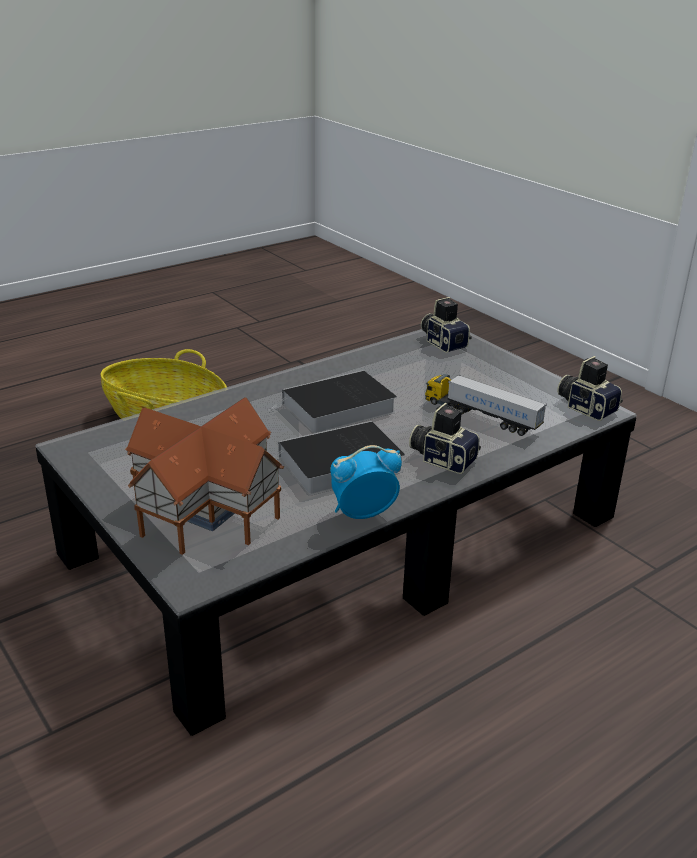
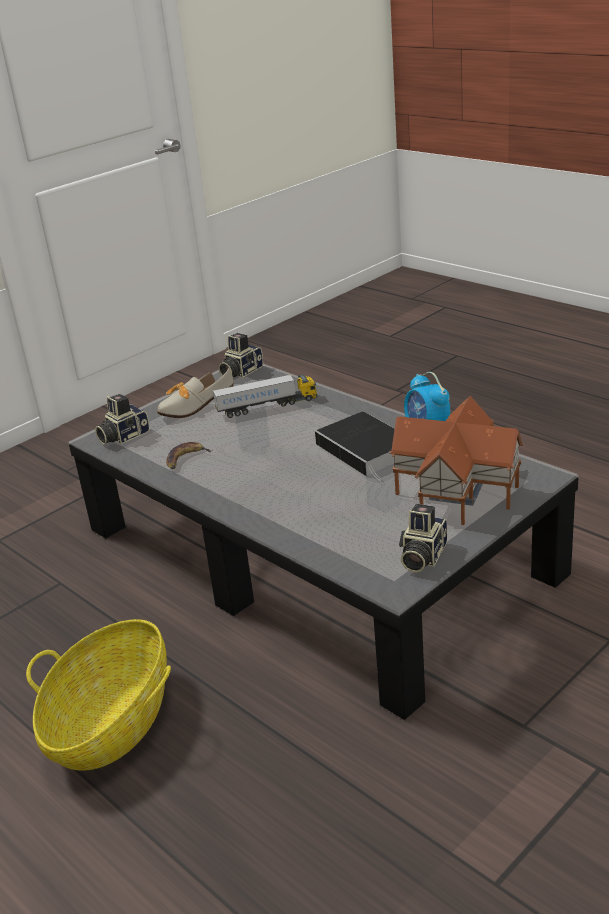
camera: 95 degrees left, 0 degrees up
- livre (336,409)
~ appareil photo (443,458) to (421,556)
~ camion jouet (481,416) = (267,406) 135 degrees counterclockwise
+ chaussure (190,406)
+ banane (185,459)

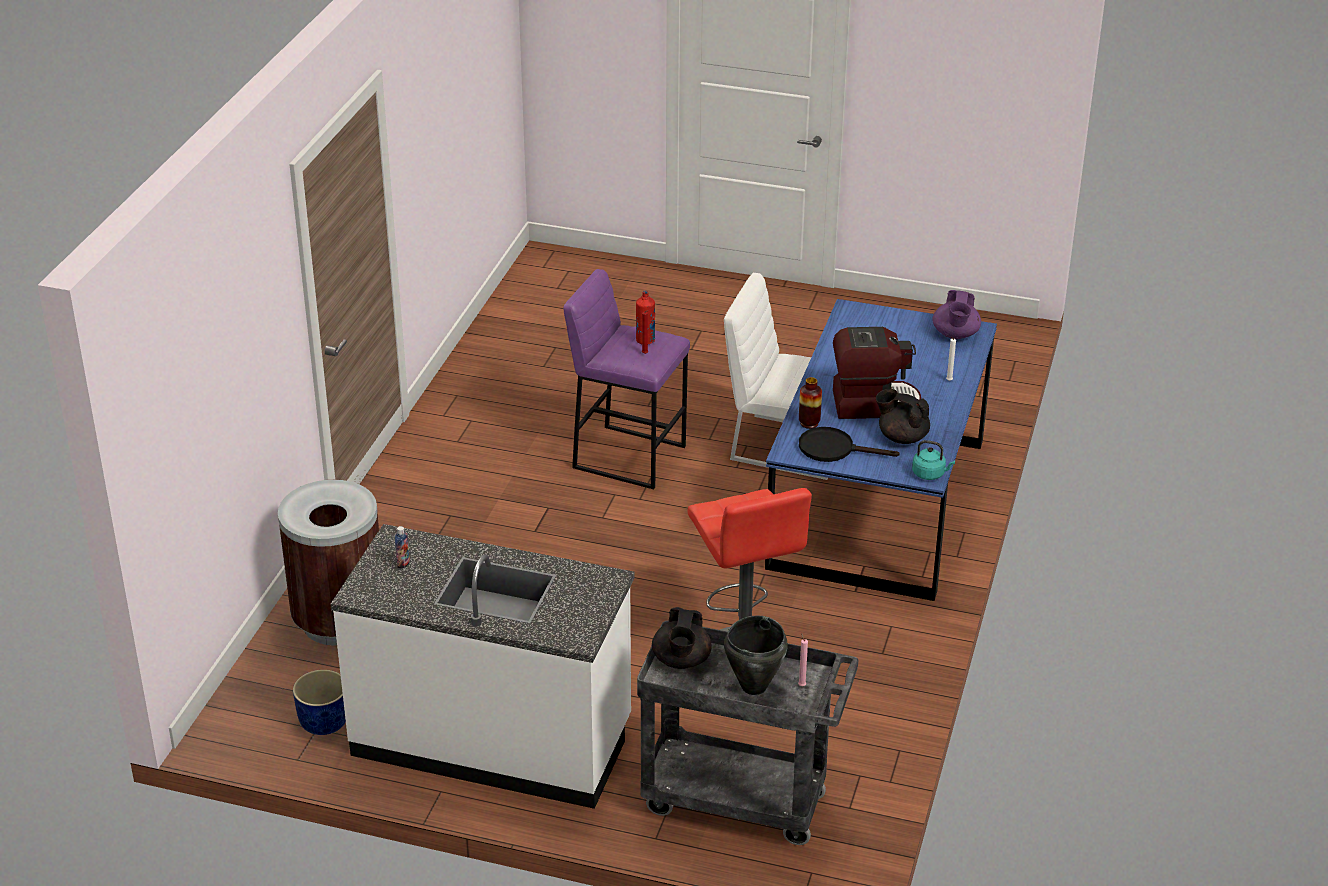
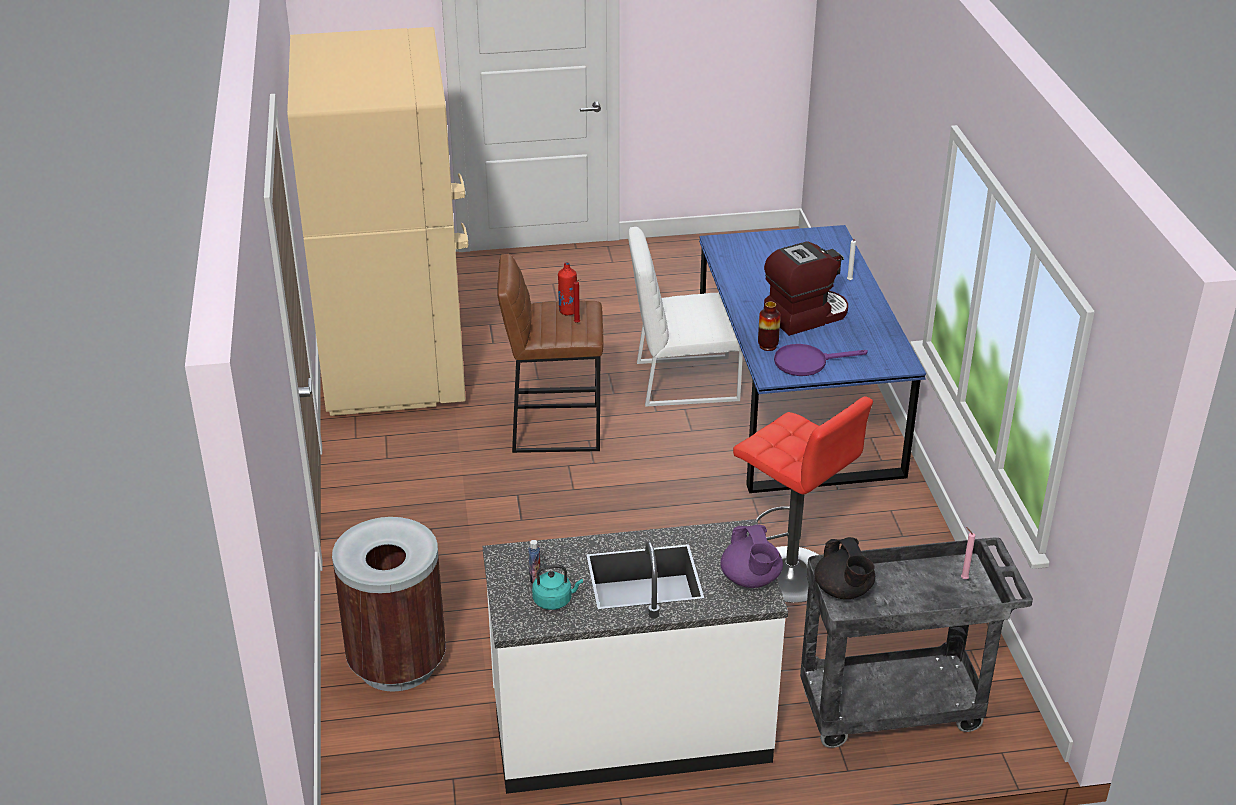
camera: 25 degrees left, 0 degrees up
- cache-pot [bleu] (323,722)
~ tabouret [violet] (627,456) to tabouret [marron] (554,428)
- marmite [noir] (753,686)
~ poêle [noir] (834,449) to poêle [violet] (807,362)
- théière [noir] (902,437)
~ bouilloire [turquoise] (930,474) to (554,600)
~ théière [violet] (955,335) to (751,579)
+ réfrigérateur [beige] (394,364)

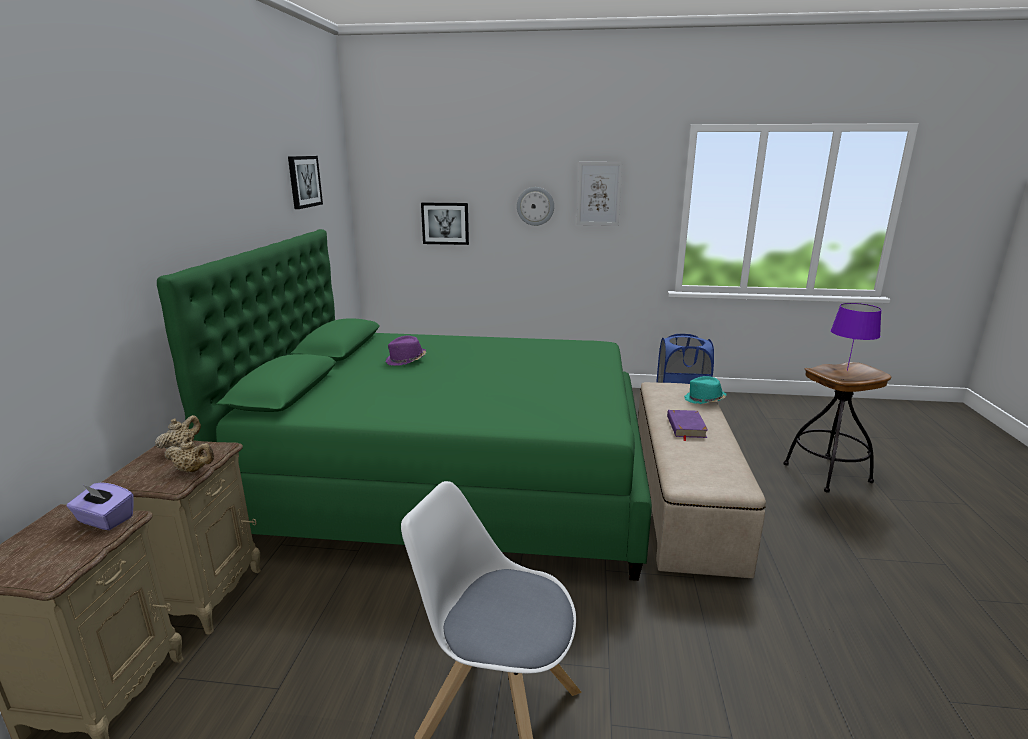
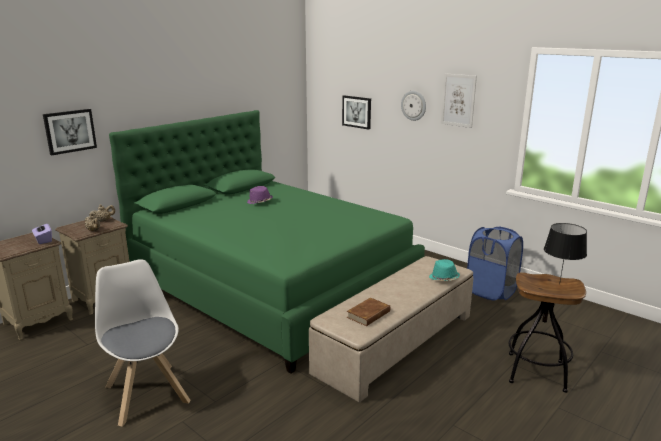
camera: 35 degrees right, 0 degrees up
~ tableau (304,181) to (70,131)
- livre [violet] (686,427)
~ lampe de table [violet] (846,370) to lampe de table [noir] (559,284)
+ livre [marron] (369,314)

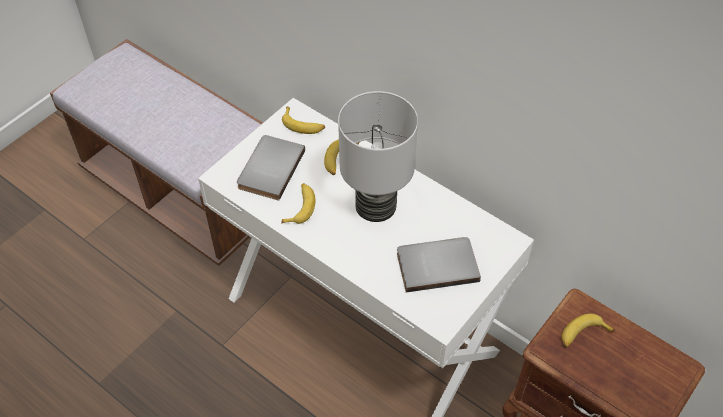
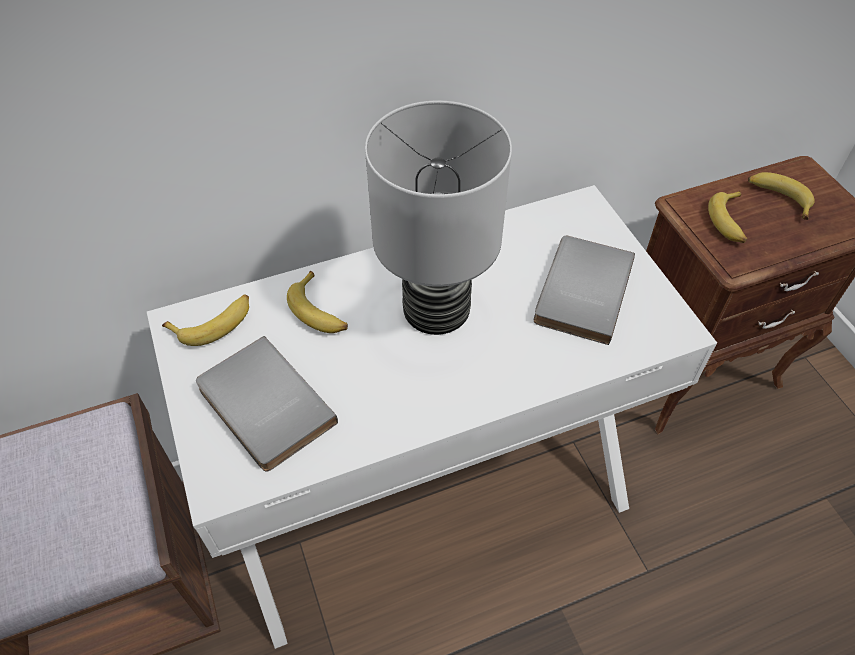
camera: 60 degrees left, 0 degrees up
~ banane (300,207) to (778,198)

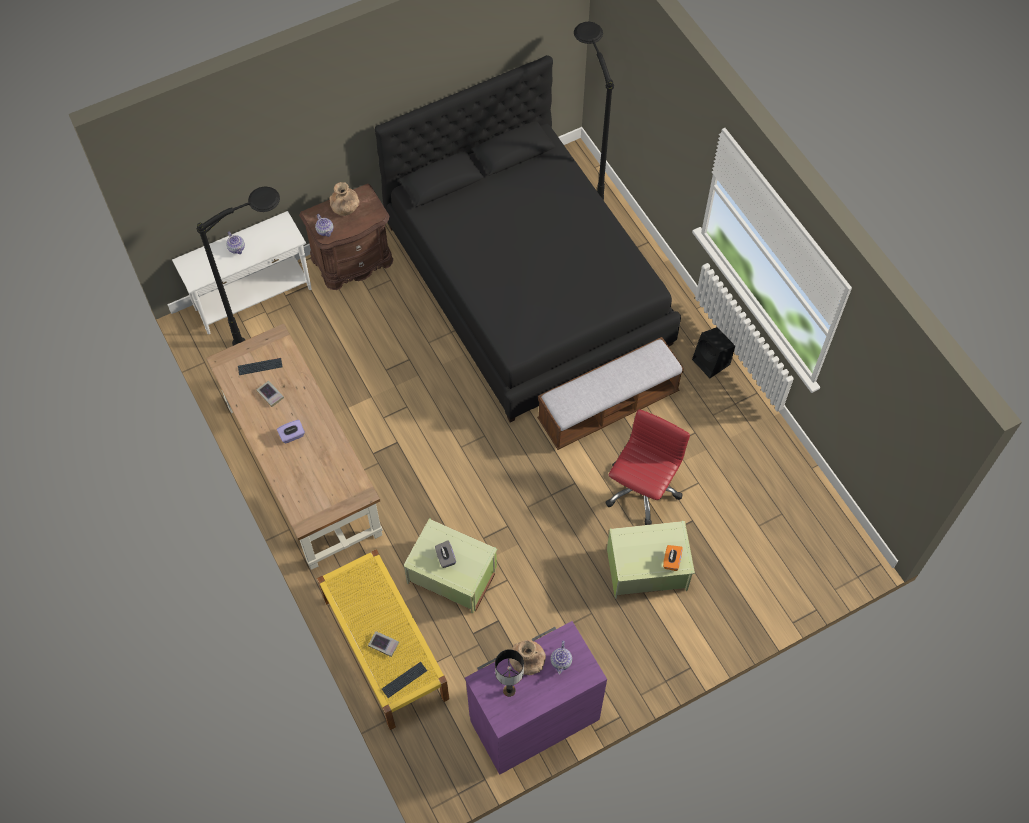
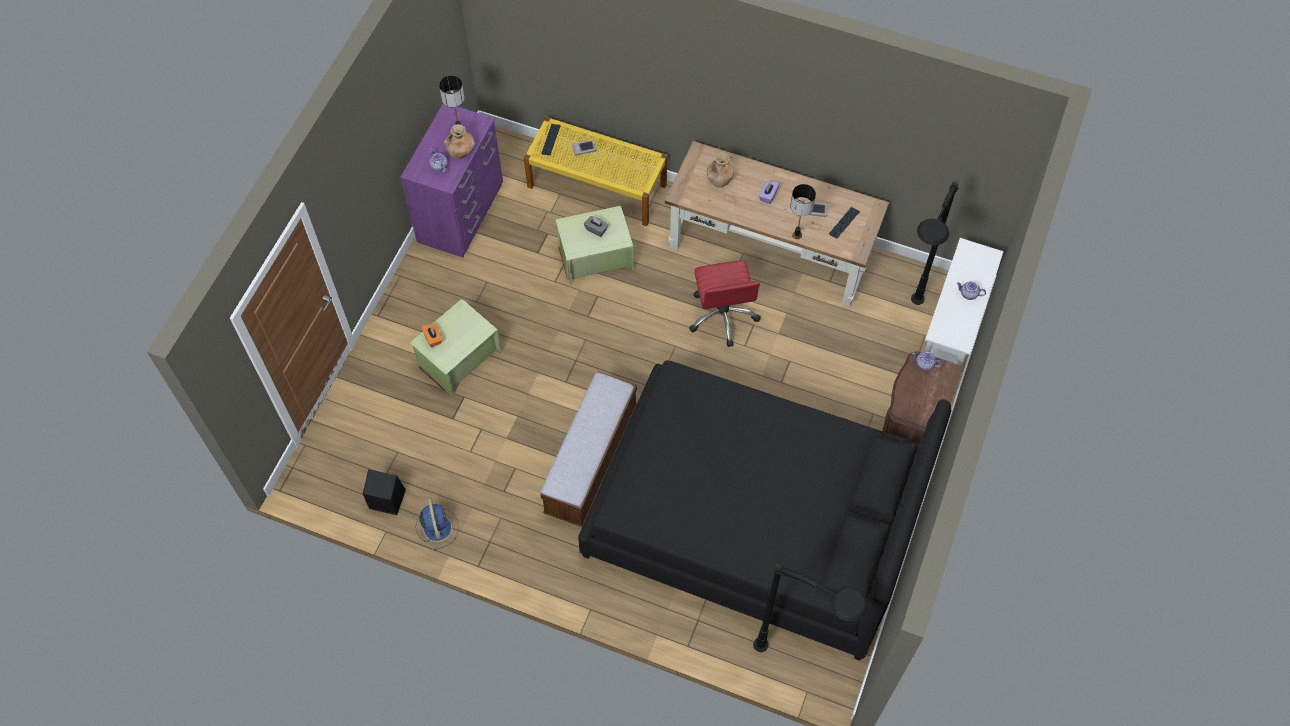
camera: 140 degrees right, 0 degrees up
~ vase [marron] (345,209) to (719,179)
~ chaise de bureau [rouge] (642,490) to (722,316)
~ enceinte [noir] (712,362) to (386,499)
+ ventilateur [bleu] (437,527)
+ lampe de table (797,235)

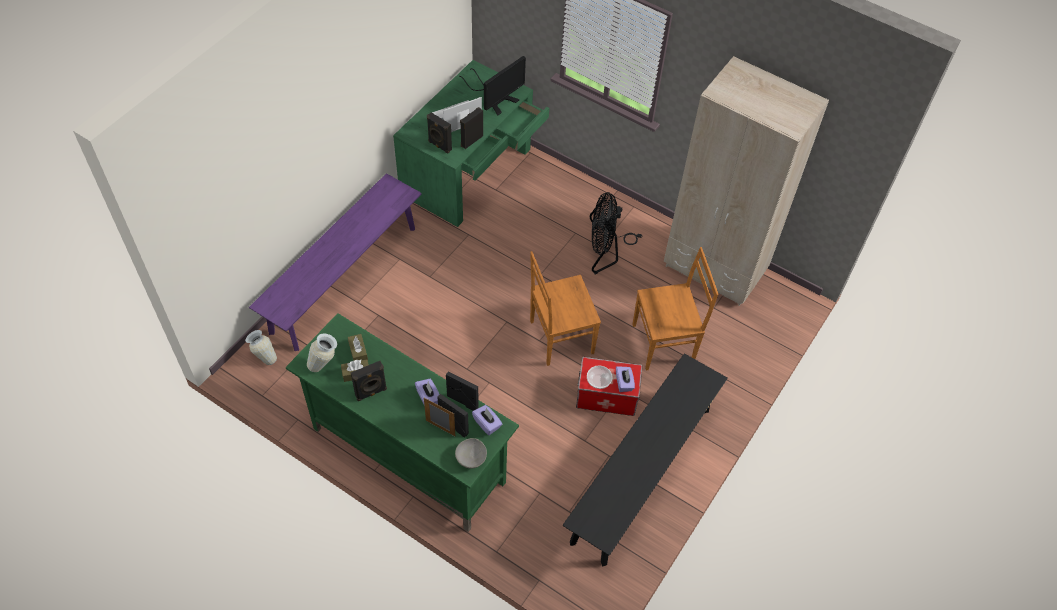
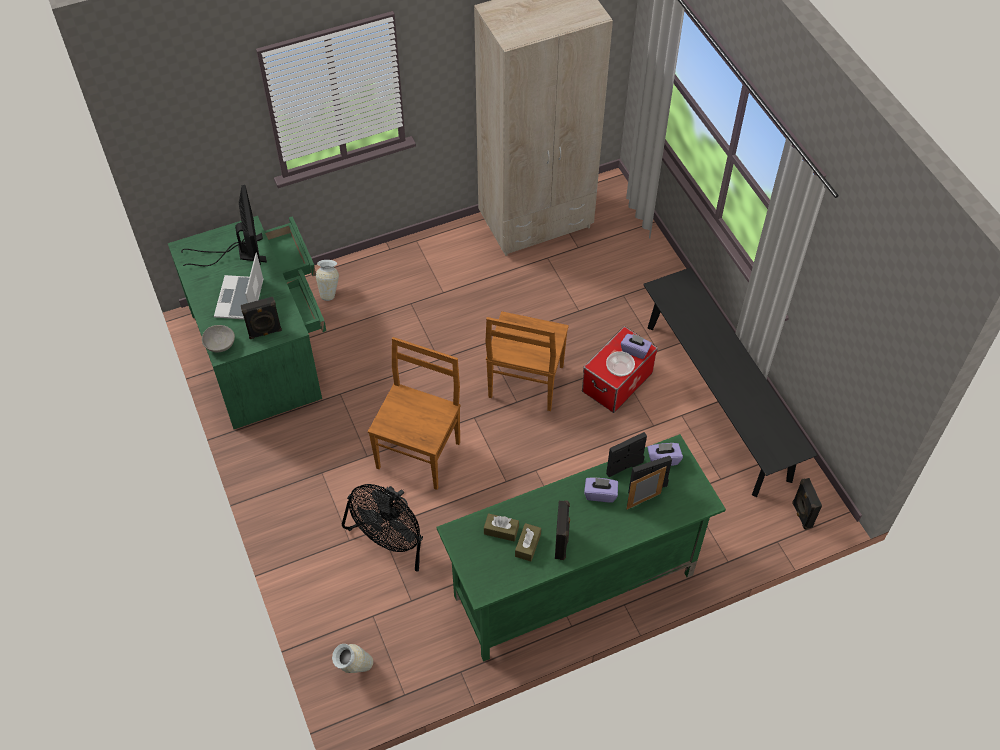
camera: 55 degrees left, 0 degrees up
- banc [violet] (344,279)
~ vase (325,365) to (330,291)
~ bol [gris] (470,458) to (219,344)
~ enceinte [noir] (471,140) to (801,515)
~ ventilateur [noir] (607,246) to (390,535)
~ chaise [marron] (665,343) to (419,453)

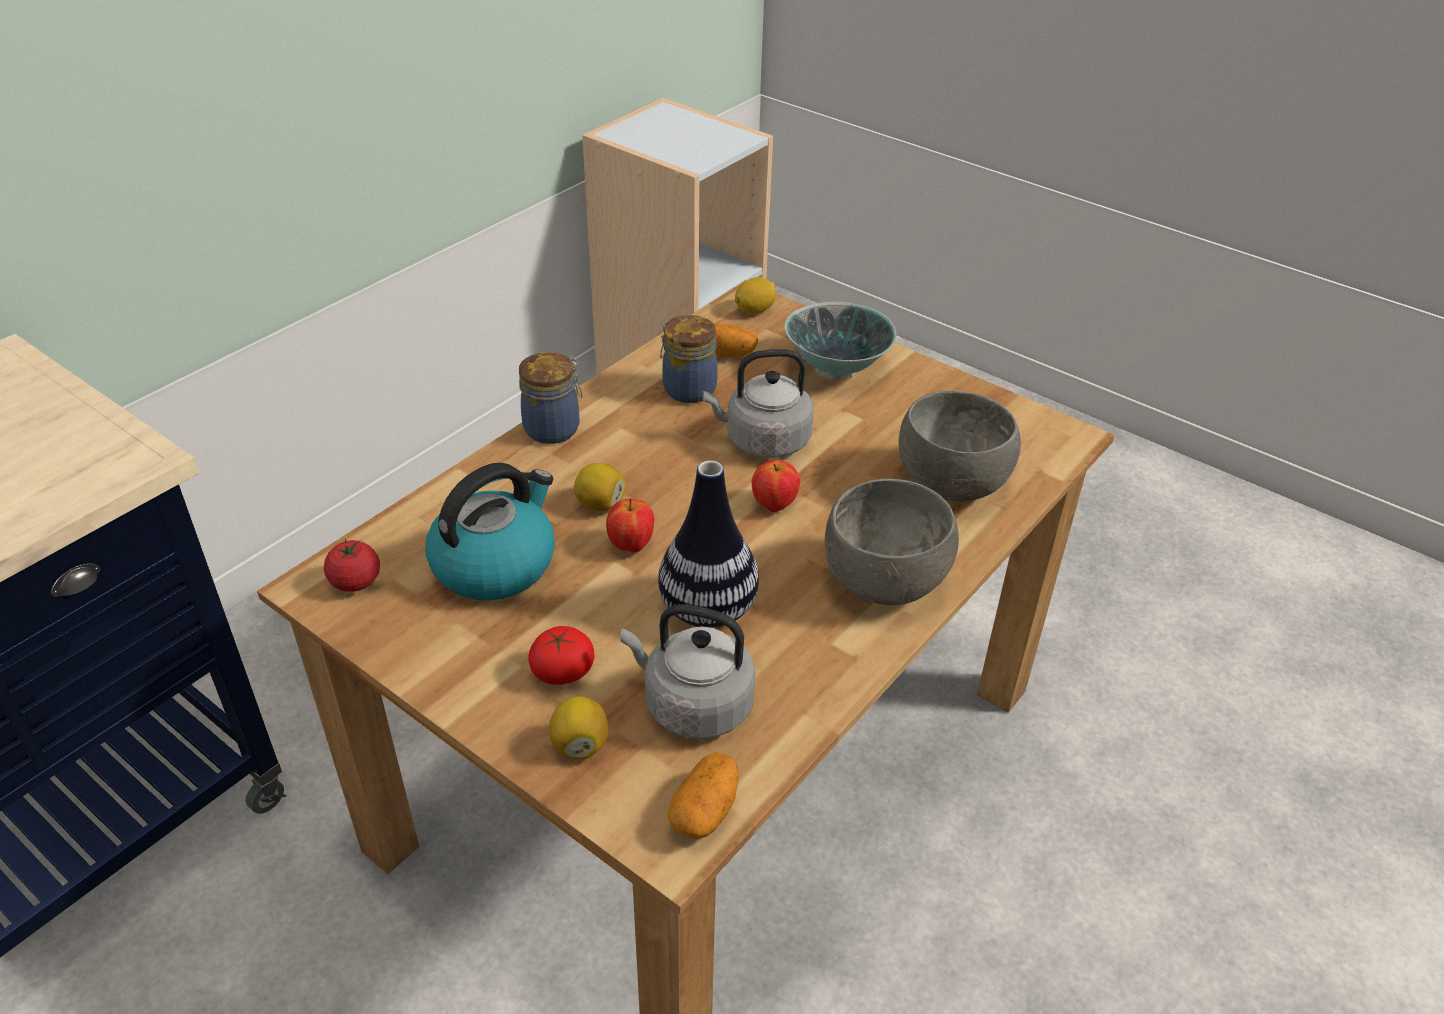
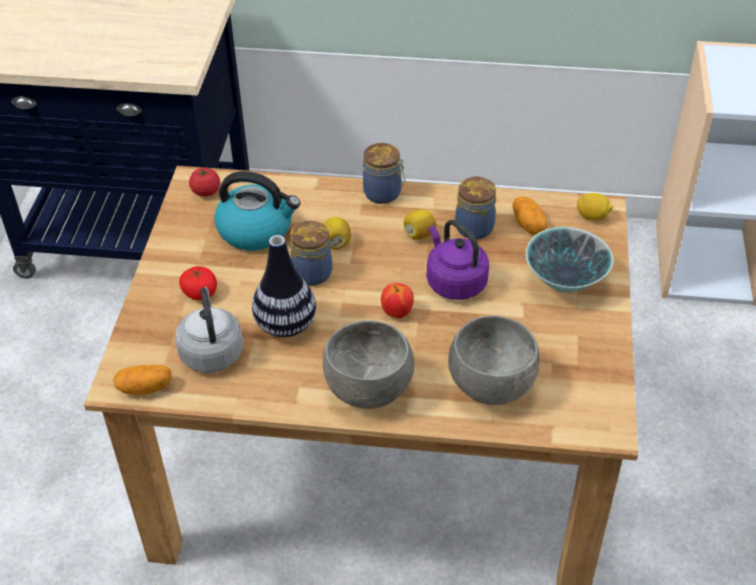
camera: 60 degrees right, 5 degrees up
~ citron (579,744) to (419,234)
~ pomme (631,546) to bocal (311,271)
~ bouilloire [gris] (763,441) to bouilloire [violet] (454,282)

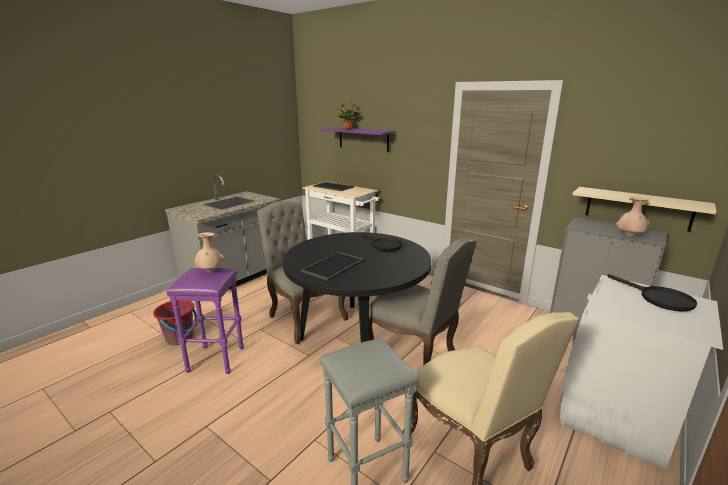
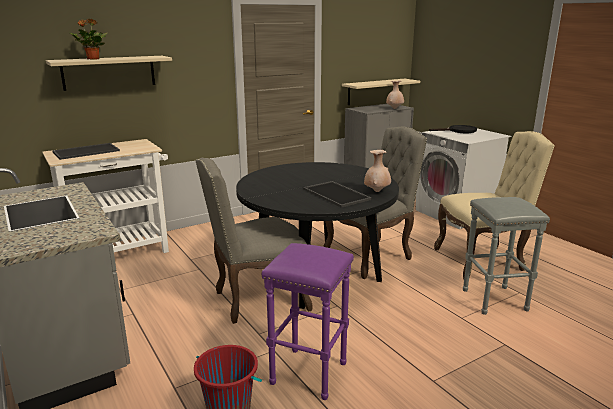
camera: 70 degrees left, 0 degrees up
~ vase [beige] (210,272) to (377,191)
~ étagère [violet] (363,139) to étagère [beige] (109,72)
- poêle [noir] (383,245)

